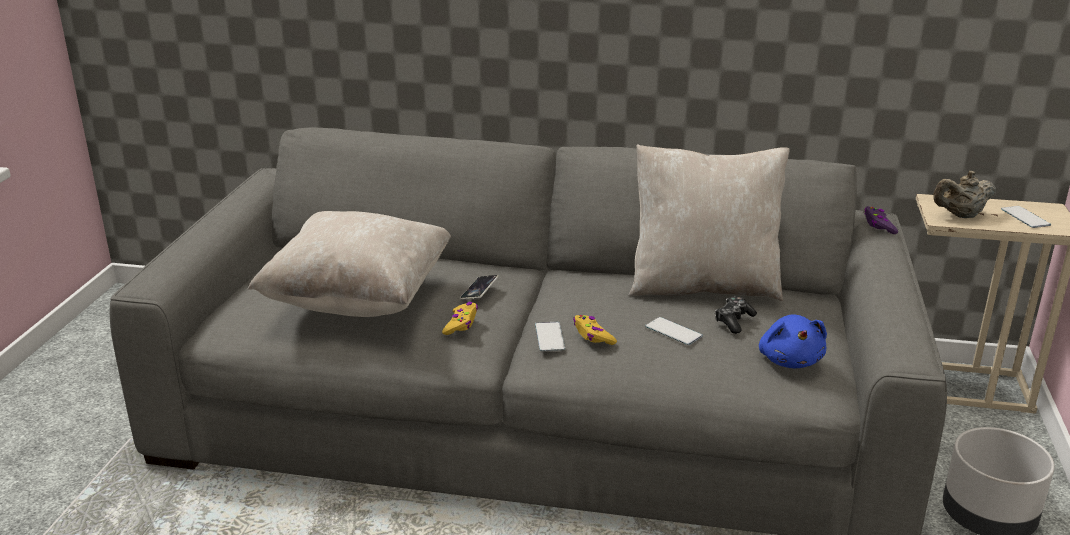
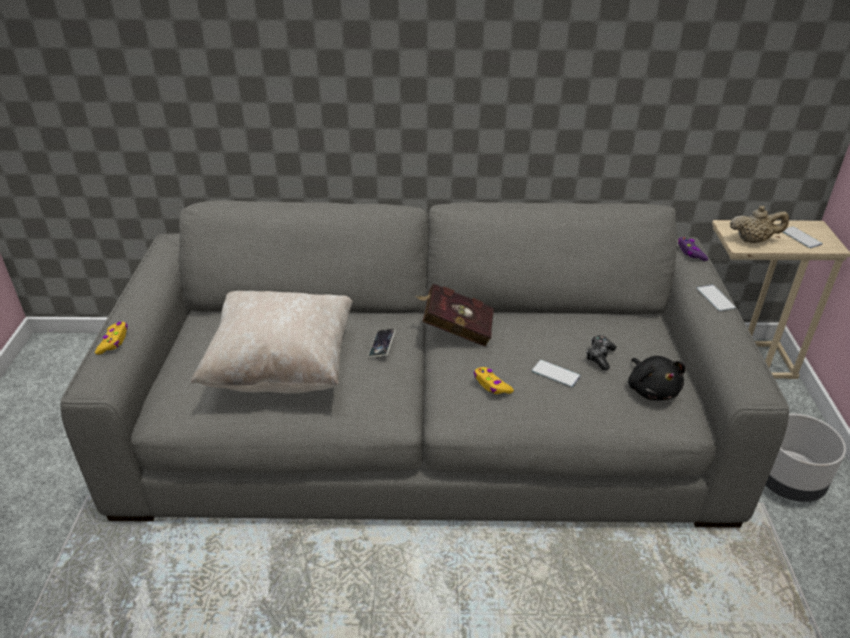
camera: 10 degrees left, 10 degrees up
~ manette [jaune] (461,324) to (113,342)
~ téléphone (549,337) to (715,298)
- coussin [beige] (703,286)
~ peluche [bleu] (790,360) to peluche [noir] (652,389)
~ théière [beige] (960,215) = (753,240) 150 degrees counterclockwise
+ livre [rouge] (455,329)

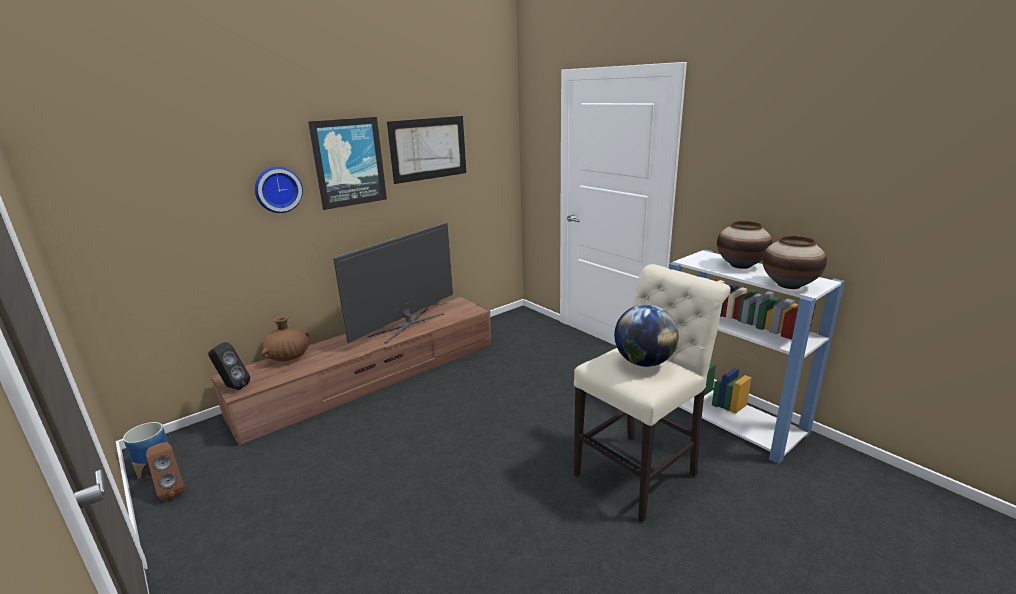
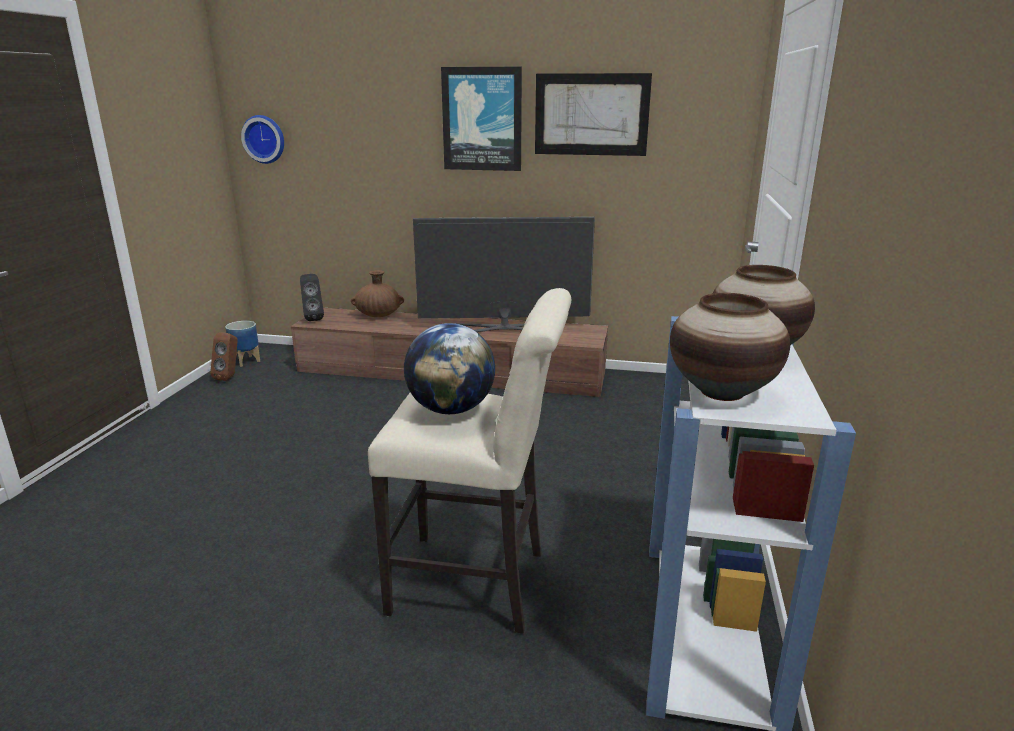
camera: 50 degrees right, 0 degrees up
~ horloge murale (277,189) to (265,139)

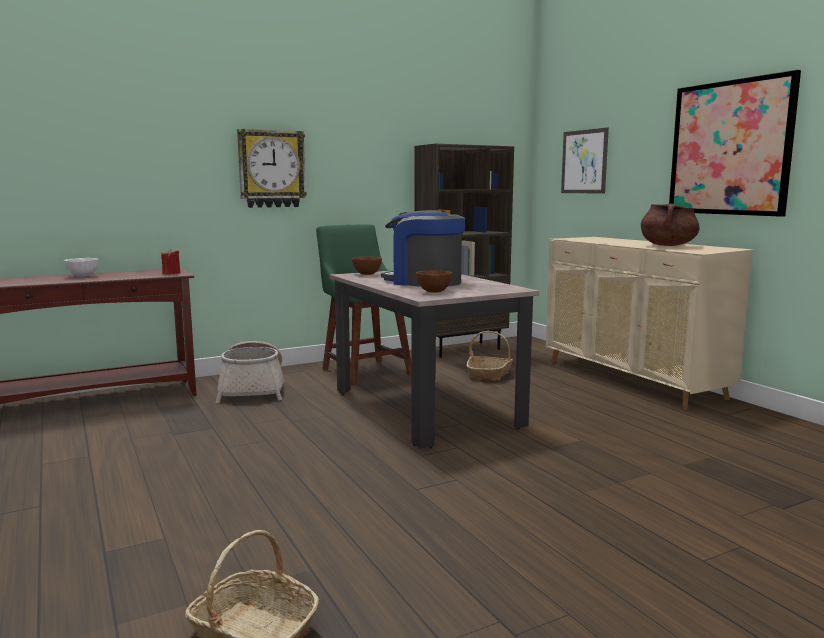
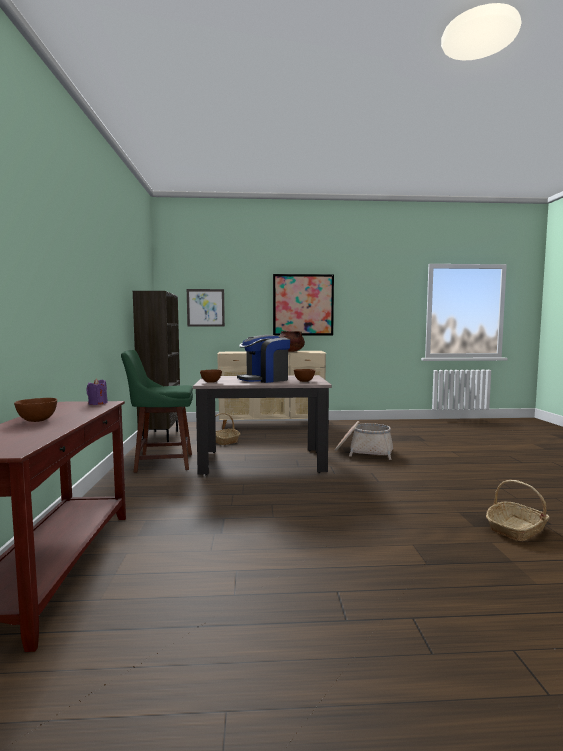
camera: 65 degrees left, 5 degrees down
~ bol [blanc] (82,276) to bol [marron] (37,421)
~ bougie [rouge] (171,273) to bougie [violet] (97,403)
~ panier (253,389) to (364,452)
- horloge murale (271,169)

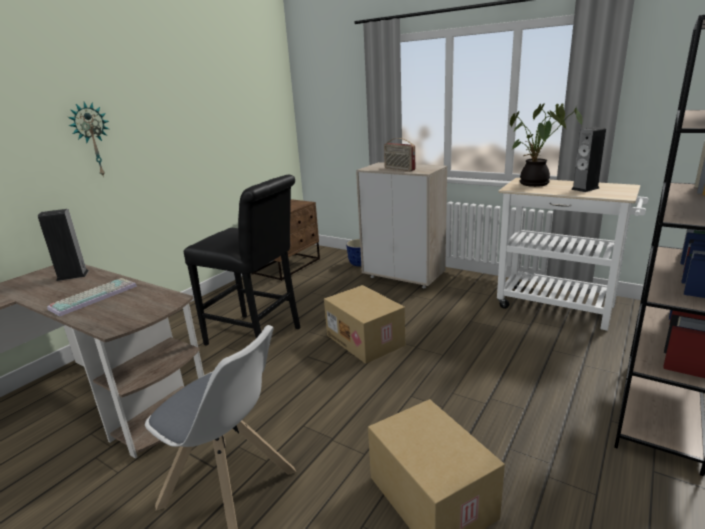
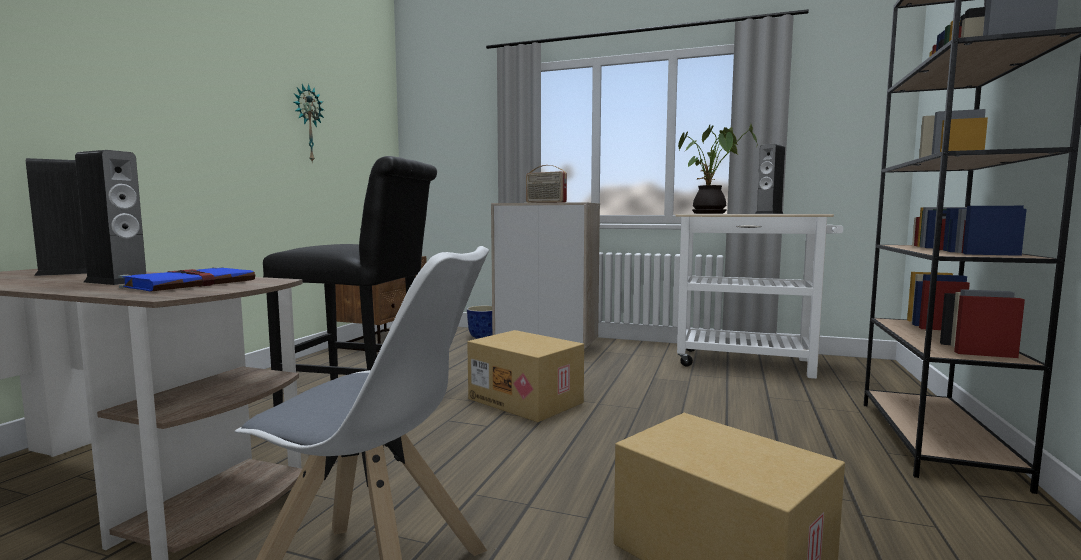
camera: 15 degrees left, 15 degrees down
~ clavier (94,296) to enceinte (117,281)
~ horloge murale (92,140) to (307,124)
+ livre [bleu] (192,284)

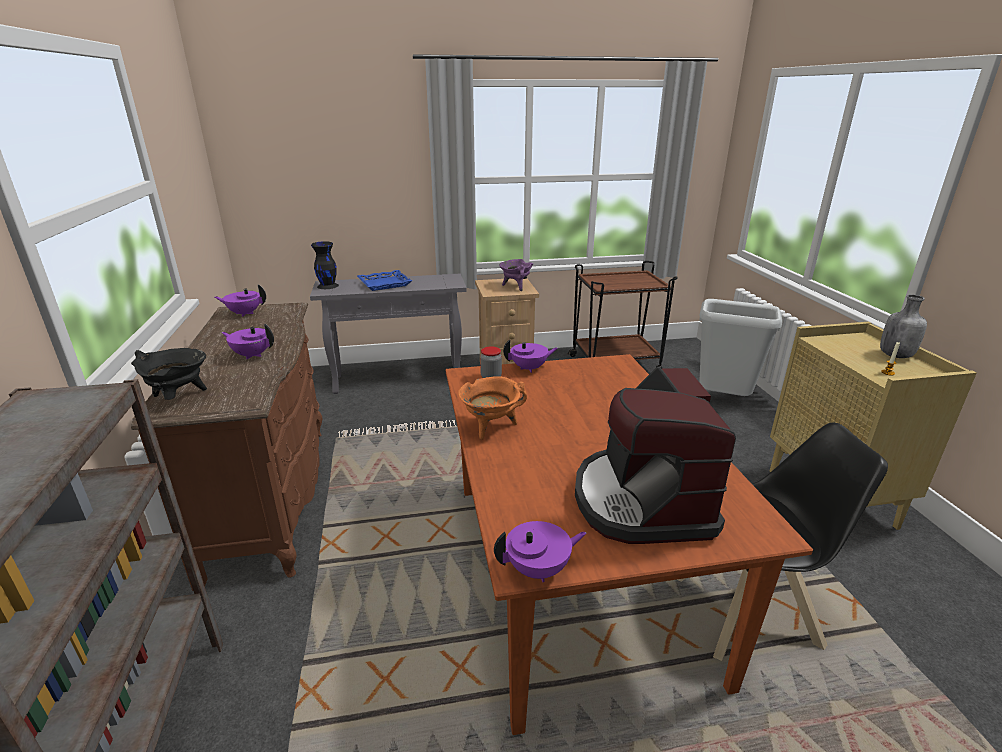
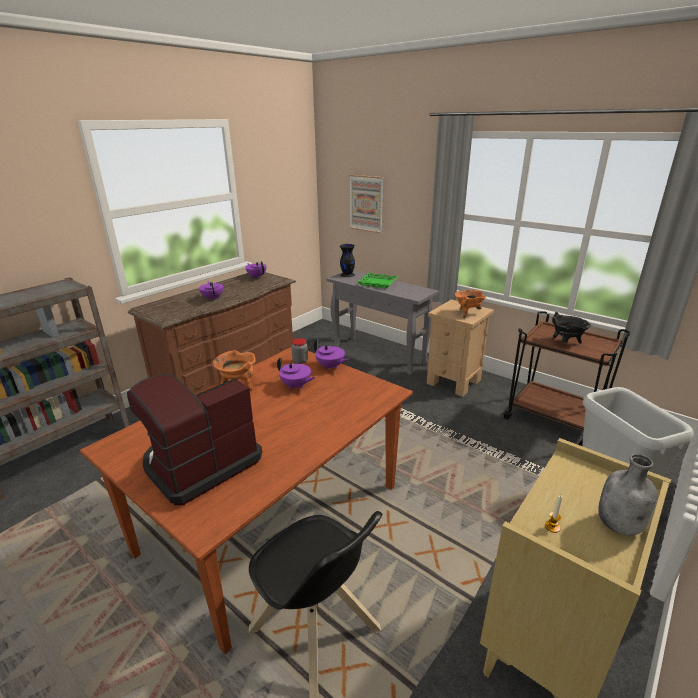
camera: 50 degrees right, 0 degrees up
~ marmite [noir] (179,398) to (566,343)
~ plateau [bleu] (384,284) to plateau [vert] (377,283)
~ théière [violet] (539,569) to (296,386)
~ marmite [violet] (515,286) to marmite [orange] (467,313)
+ tableau (366,203)

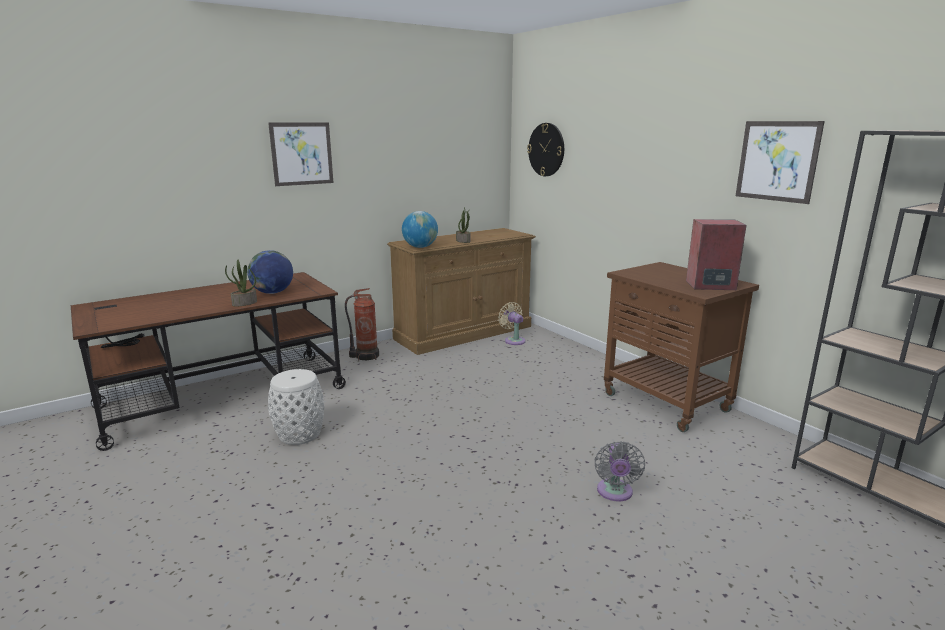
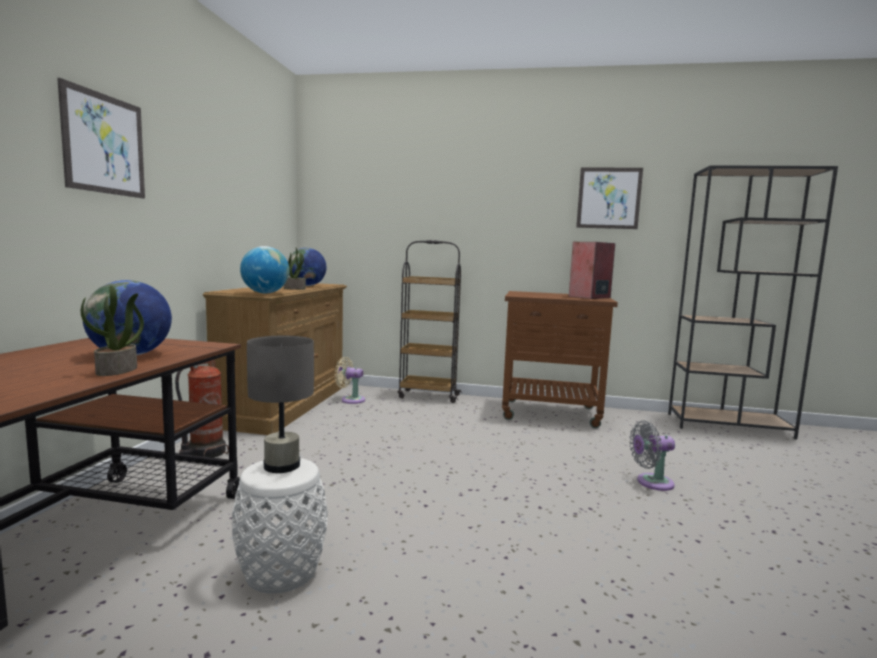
camera: 45 degrees left, 10 degrees down
- horloge murale (546,149)
~ ventilateur [gris] (615,493) = (651,482) 120 degrees clockwise
+ lampe de table [gris] (283,465)
+ globe (307,286)
+ chariot [marron] (428,396)

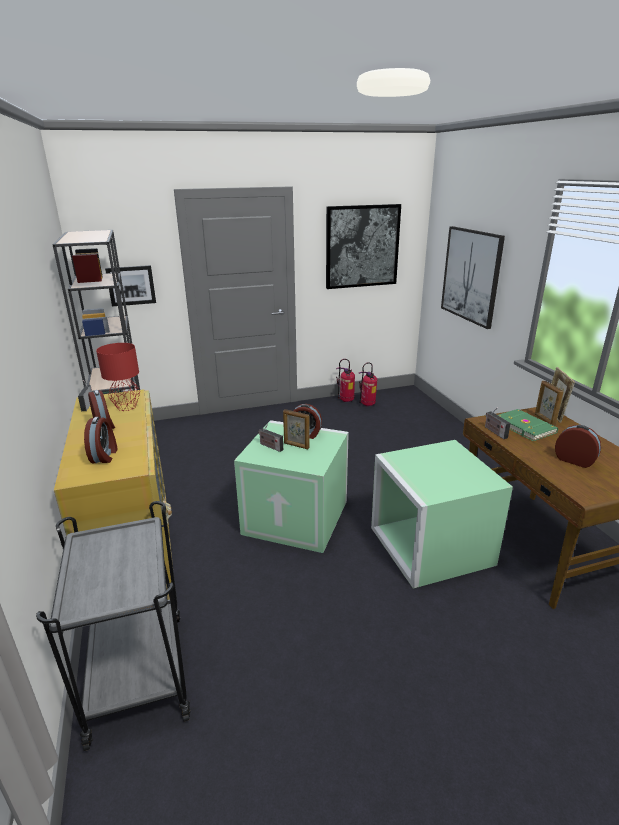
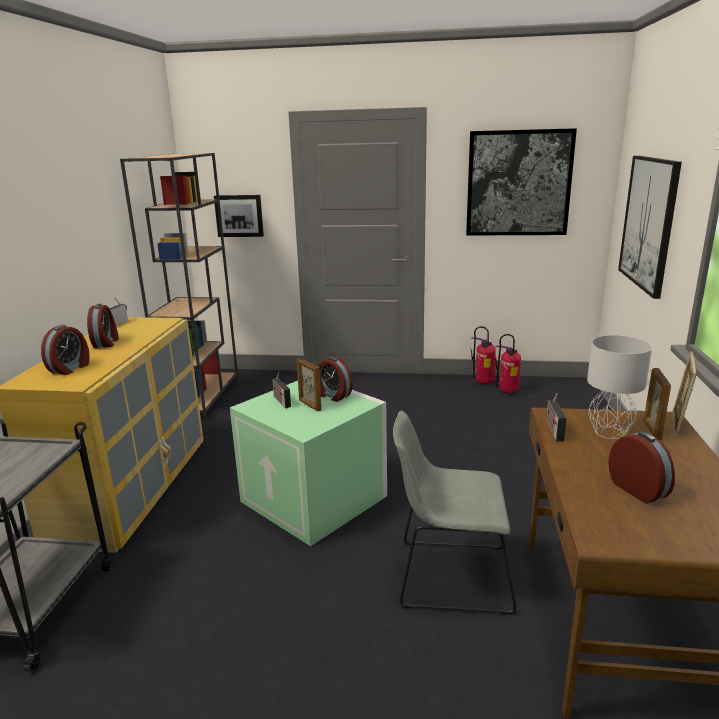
camera: 25 degrees right, 5 degrees down
- lampe de table [rouge] (127,407)
~ boîte de rangement [vert] (428,545) to chaise [gris] (448,575)
~ livre [vert] (525,426) to lampe de table [gris] (609,432)

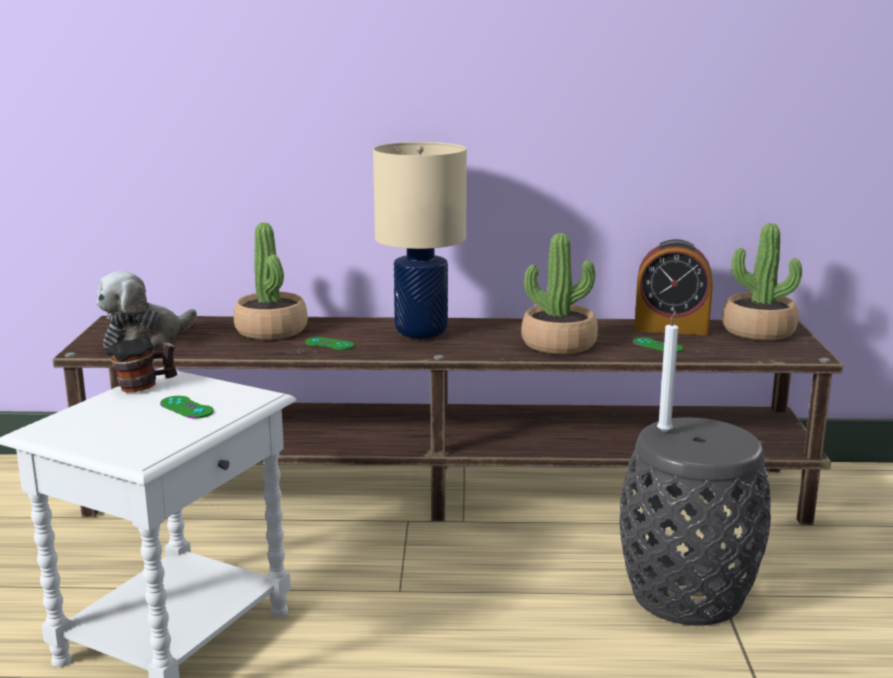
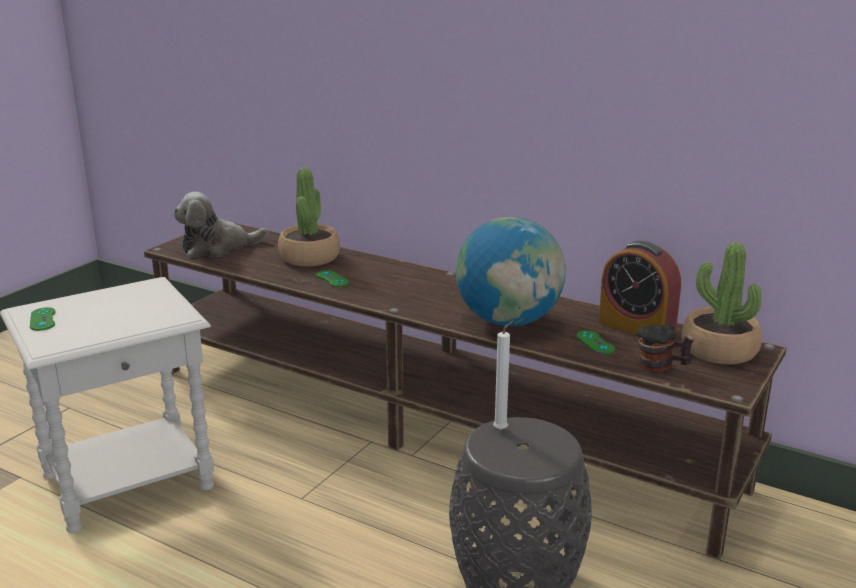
camera: 30 degrees right, 5 degrees up
~ mug (144,387) to (661,367)
~ manette [vert] (186,407) to (43,319)
- lampe de table [beige] (420,334)
~ plante en pot (559,344) to globe (509,321)

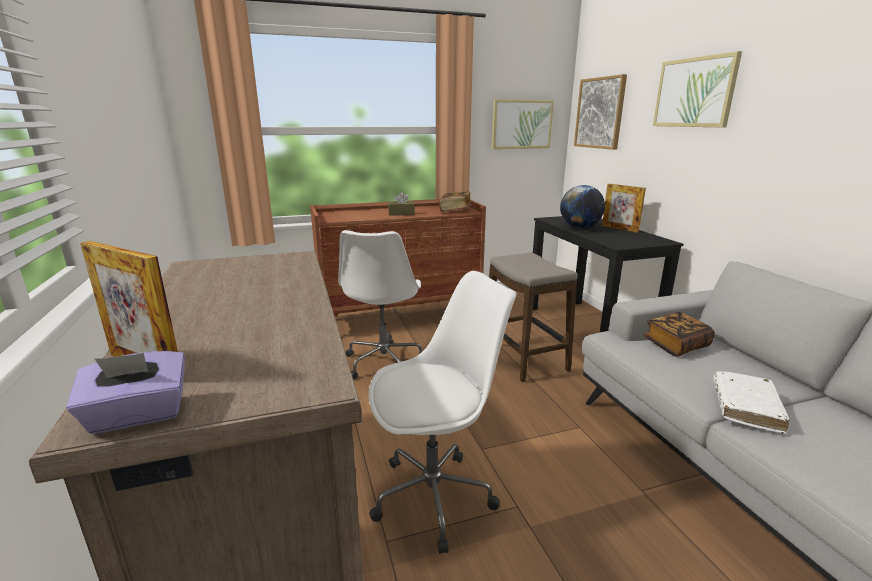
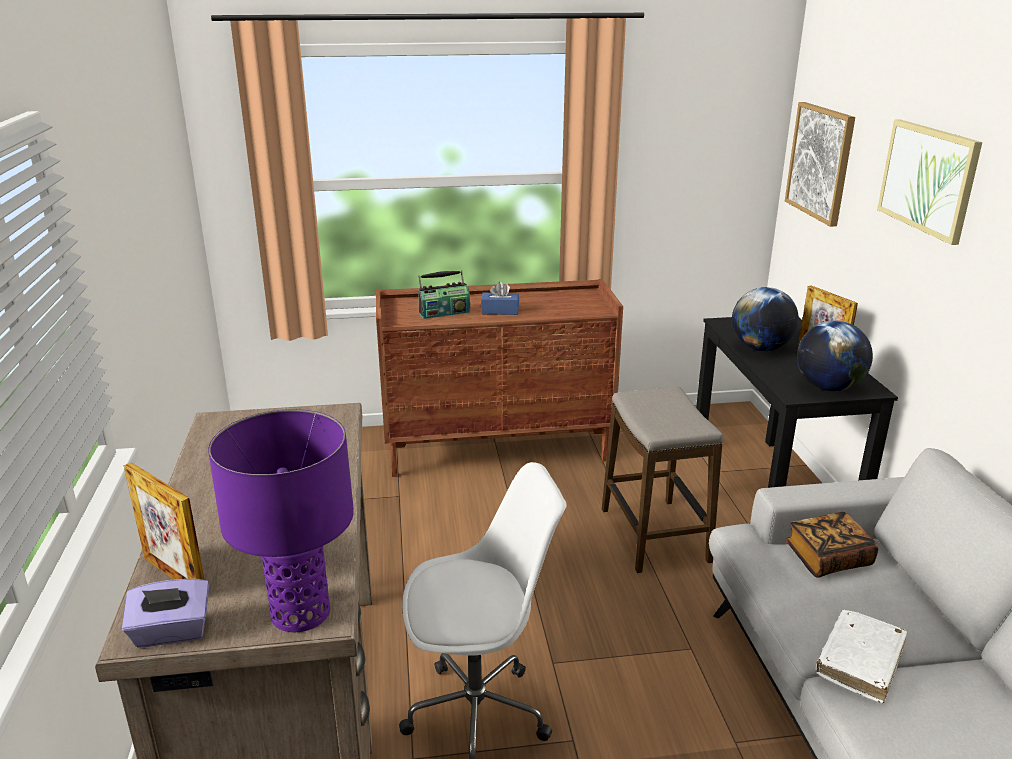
camera: 10 degrees right, 5 degrees up
- chaise de bureau [blanc] (383,364)
~ boîte à mouchoirs [marron] (401,214) to boîte à mouchoirs [bleu] (500,311)
- livre (455,210)
- tableau (521,124)
+ lampe de table [violet] (302,612)
+ radio (444,312)
+ globe (828,387)

